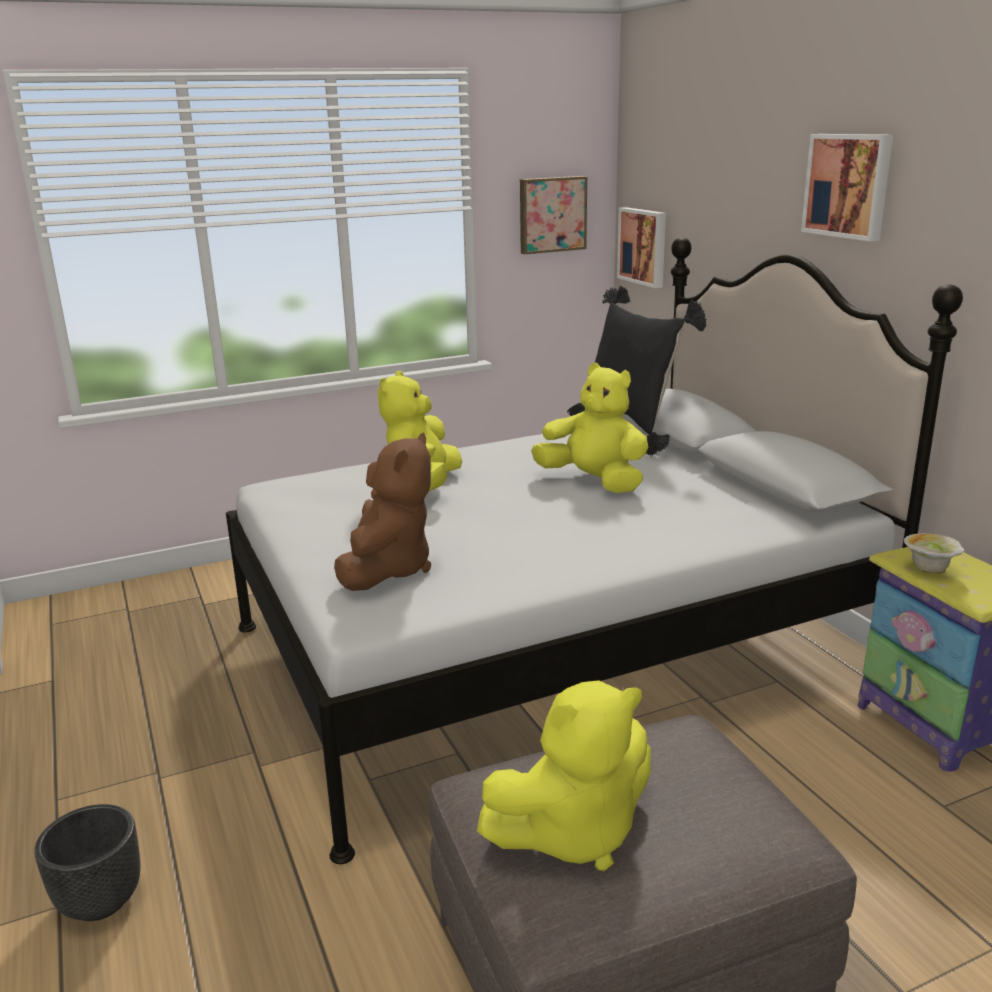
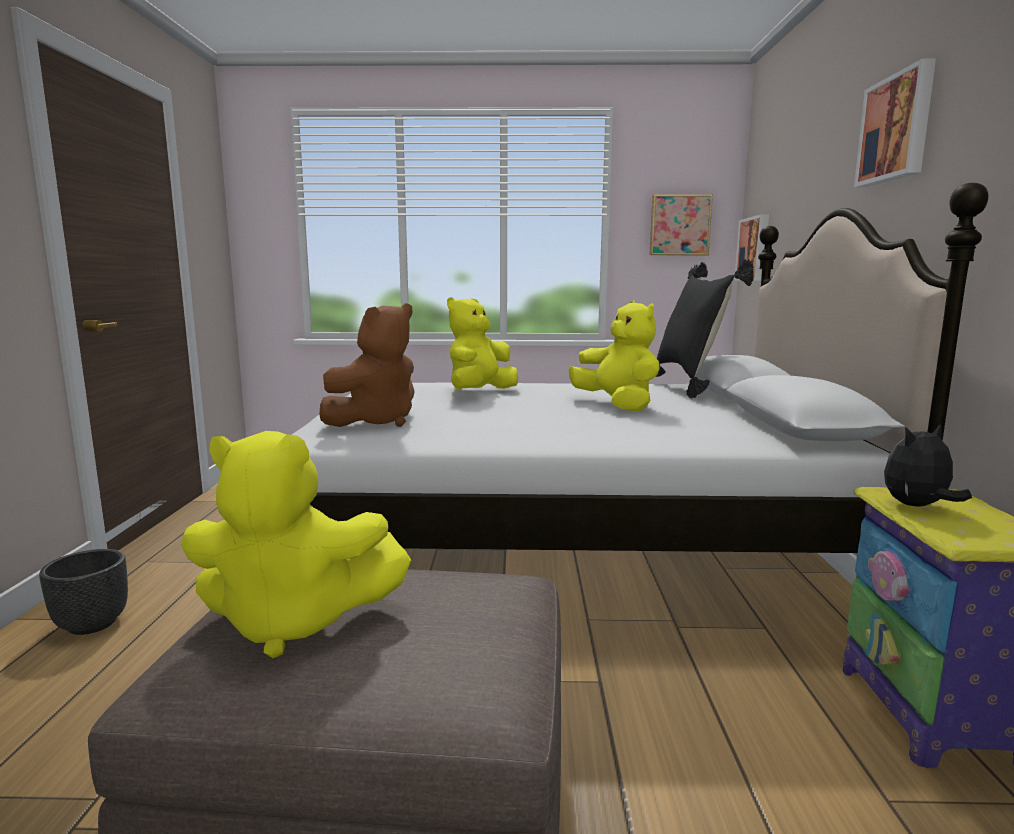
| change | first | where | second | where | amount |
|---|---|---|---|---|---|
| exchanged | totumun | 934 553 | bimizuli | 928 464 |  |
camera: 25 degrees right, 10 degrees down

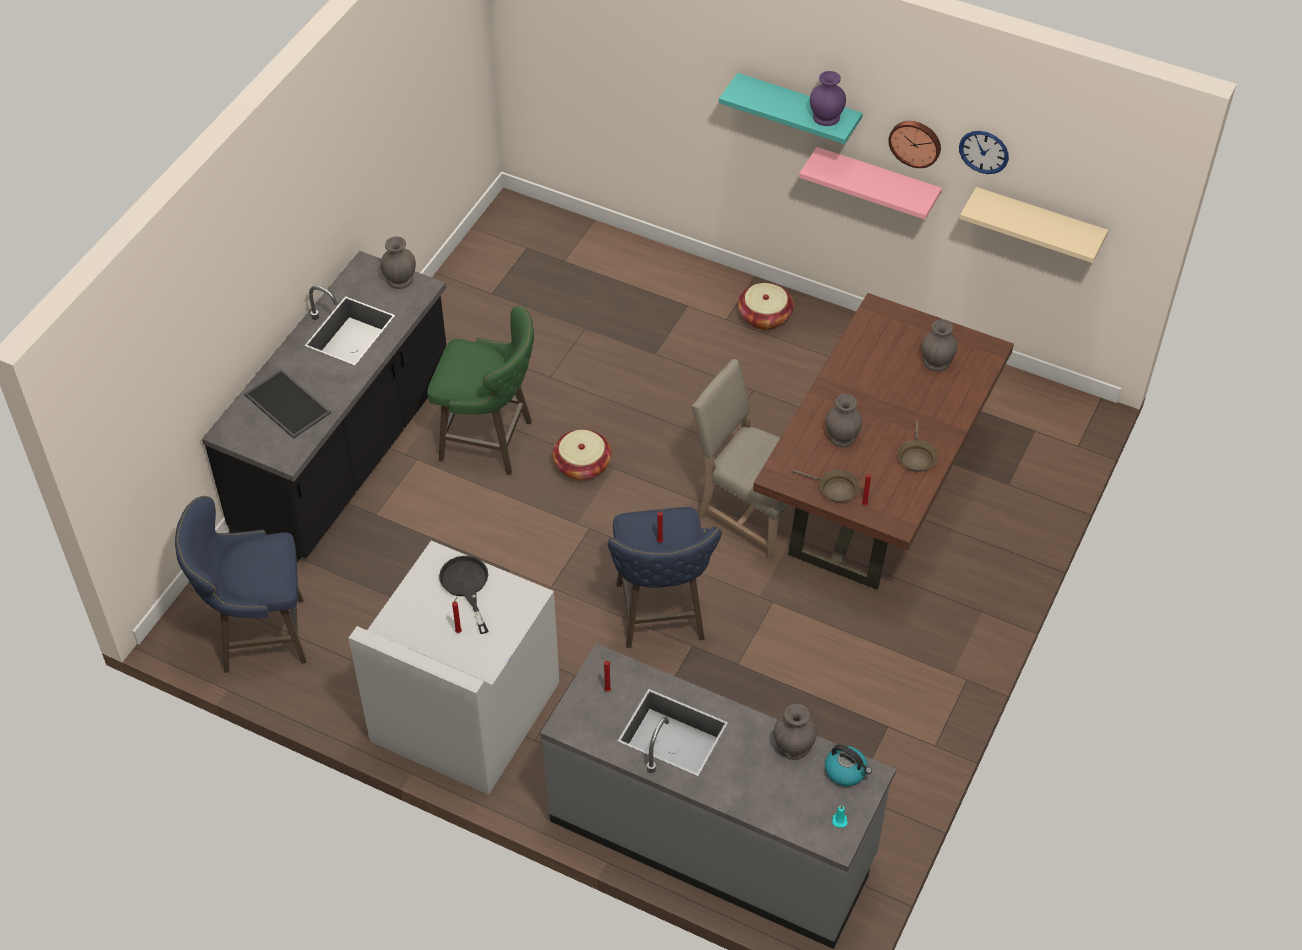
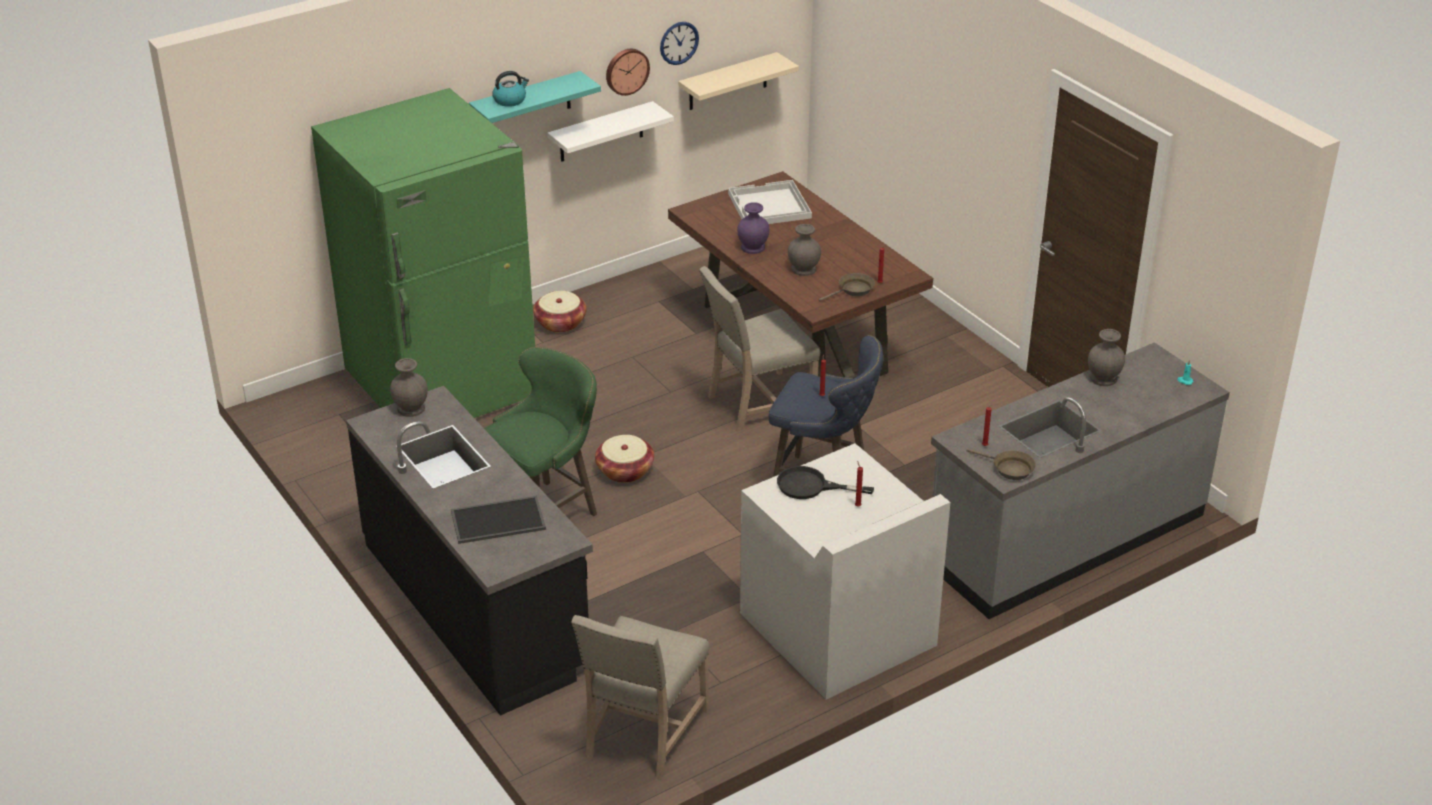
| change | first | where | second | where | amount |
|---|---|---|---|---|---|
| relocated | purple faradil | 828 98 |  | 753 228 |  |
| colour | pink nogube | 870 183 | white nogube | 610 131 |  |
| exchanged | grey faradil | 939 345 | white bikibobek | 770 202 |  |
| relocated | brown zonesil | 918 446 |  | 1001 464 |  |
| exchanged | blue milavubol | 240 584 | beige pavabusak | 640 697 |  |
| relocated | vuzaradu | 848 765 |  | 510 89 |  |
| appeared |  |  | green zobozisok | 423 253 |  |
camera: 60 degrees left, 15 degrees down

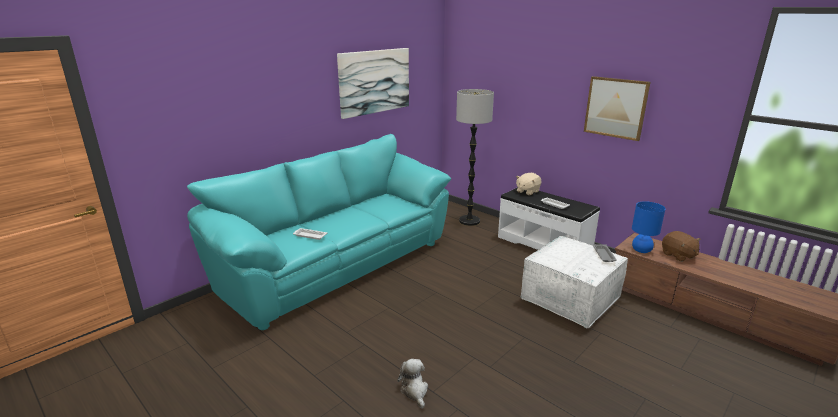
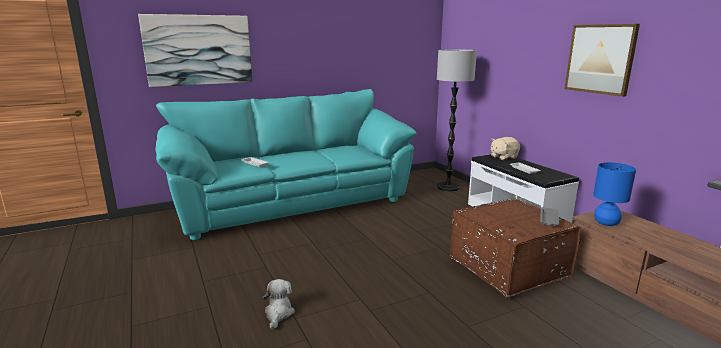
| change | first | where | second | where | amount |
|---|---|---|---|---|---|
| relocated | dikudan | 373 83 |  | 195 50 |  |
| missing | brown bimizuli | 681 246 |  |  |  |
| colour | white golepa | 574 282 | brown golepa | 515 248 |  |
camera: 20 degrees right, 5 degrees down

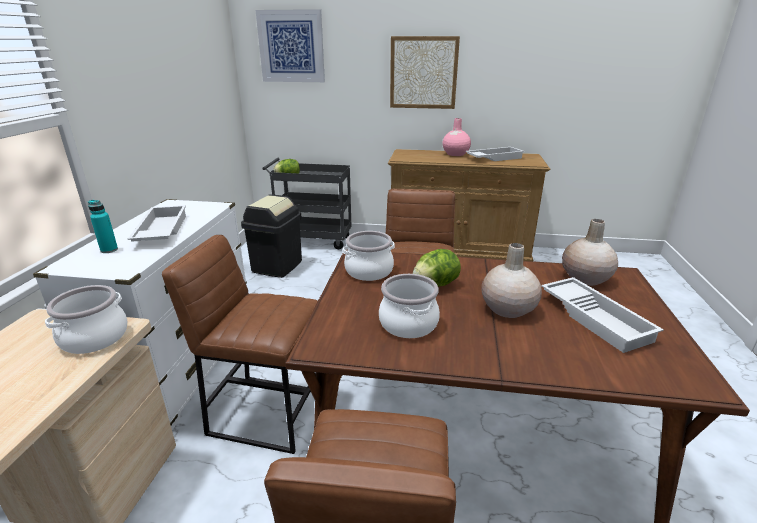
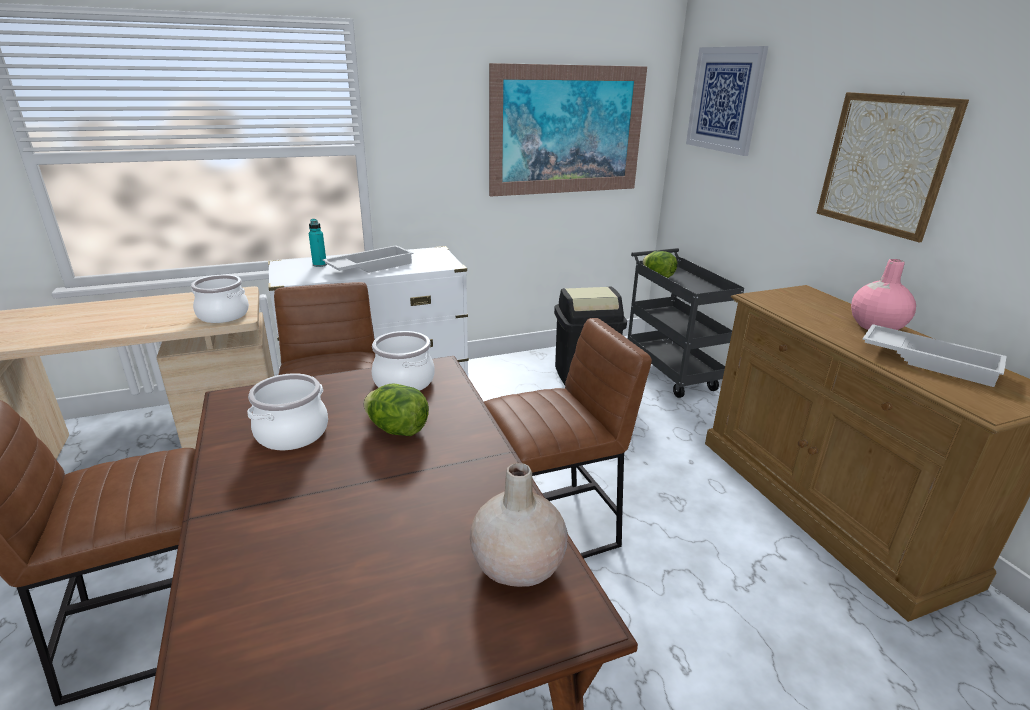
| change | first | where | second | where | amount |
|---|---|---|---|---|---|
| missing | beige faradil | 511 280 |  |  |  |
| missing | white bikibobek | 602 315 |  |  |  |
| appeared |  |  | dikudan | 568 130 |  |
camera: 60 degrees right, 0 degrees up

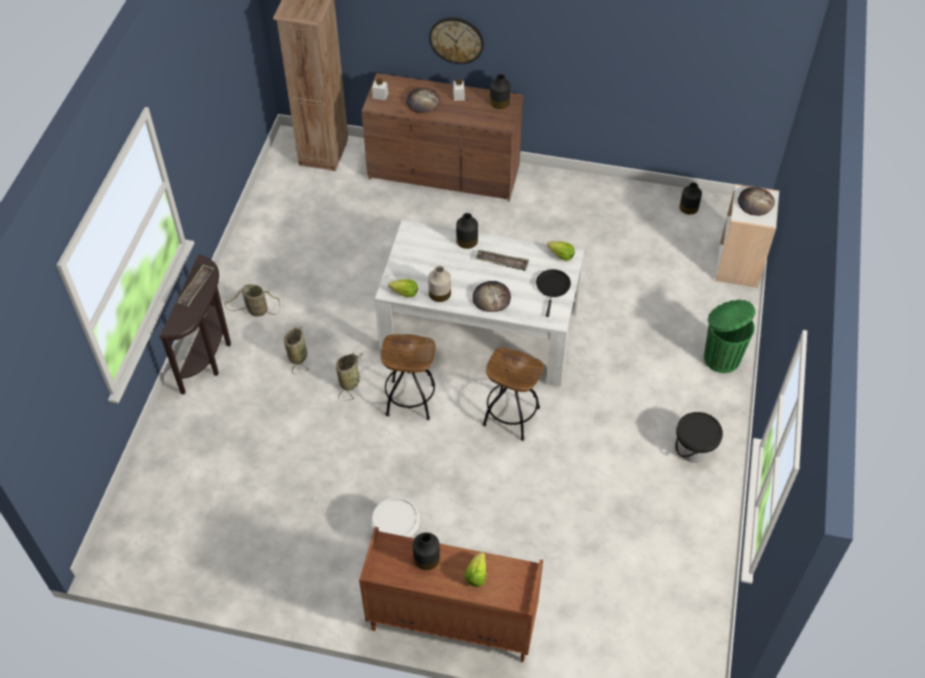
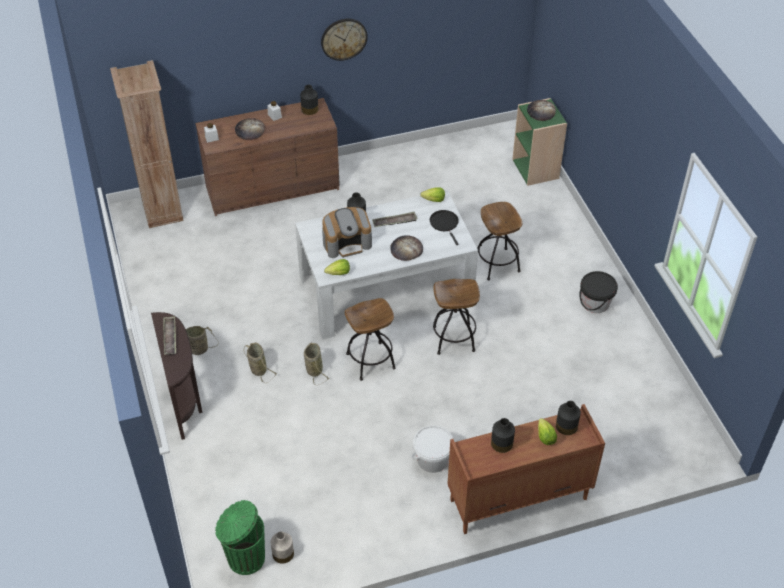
| change | first | where | second | where | amount |
|---|---|---|---|---|---|
| relocated | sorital | 456 40 |  | 344 40 |  |
| relocated | black faradil | 690 198 |  | 568 418 |  |
| colour | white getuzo | 747 236 | green getuzo | 539 142 |  |
| relocated | beige faradil | 439 284 |  | 282 547 |  |
| relocated | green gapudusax | 729 336 |  | 240 537 |  |
| appeared |  |  | brown milavubol | 499 241 |  |
| appeared |  |  | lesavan | 347 232 |  |
camera: 30 degrees left, 5 degrees down

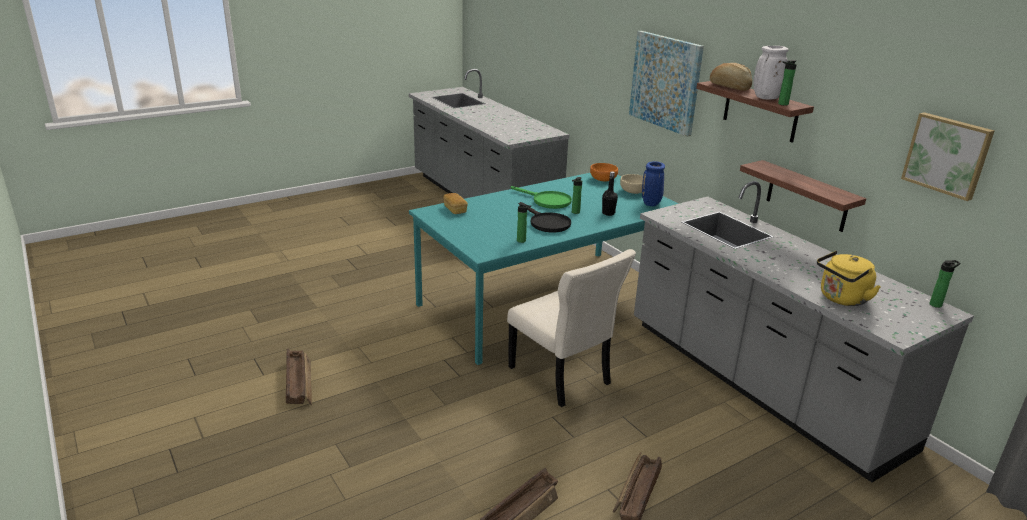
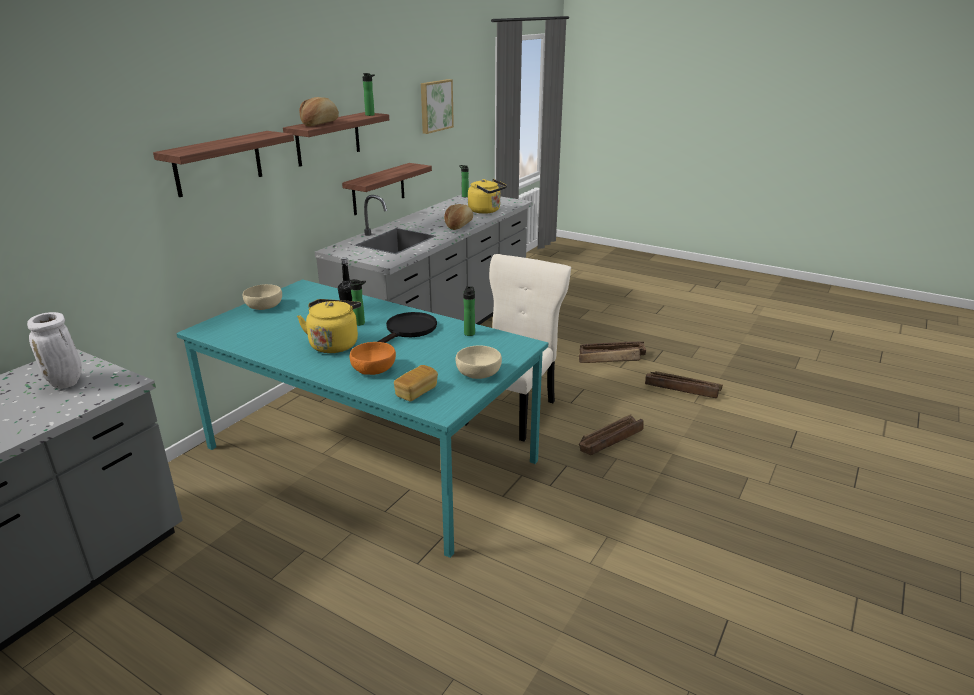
| change | first | where | second | where | amount |
|---|---|---|---|---|---|
| exchanged | dikudan | 666 84 | nogube | 223 164 |  |
| relocated | white faradil | 771 73 |  | 54 350 |  |
| missing | blue faradil | 653 183 |  |  |  |
| relocated | orange totumun | 604 172 |  | 373 358 |  |
| exchanged | green zonesil | 541 197 | yellow vuzaradu | 329 326 |  |
| relocated | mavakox | 299 376 |  | 611 434 |  |
| appeared |  |  | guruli | 458 217 |  |
| appeared |  |  | beige totumun | 479 362 |  |
camera: 115 degrees left, 0 degrees up

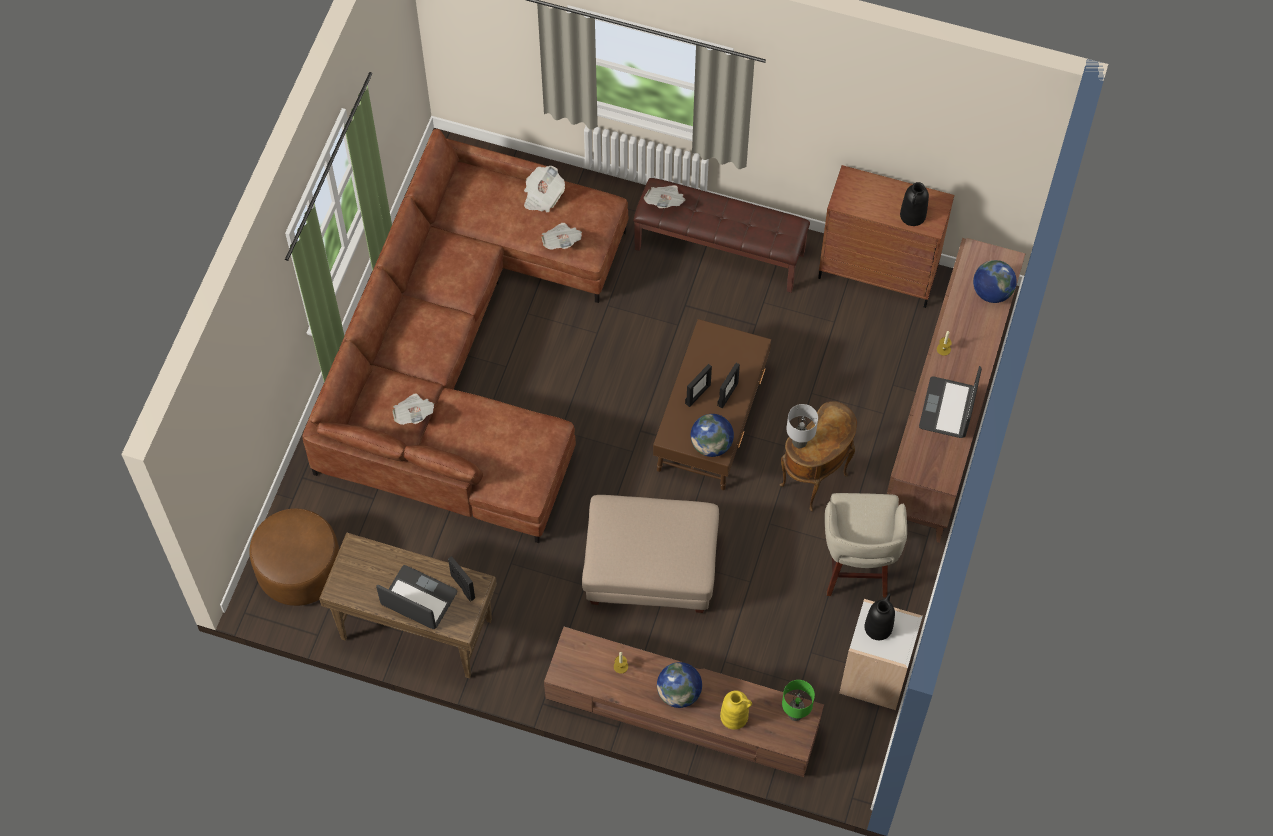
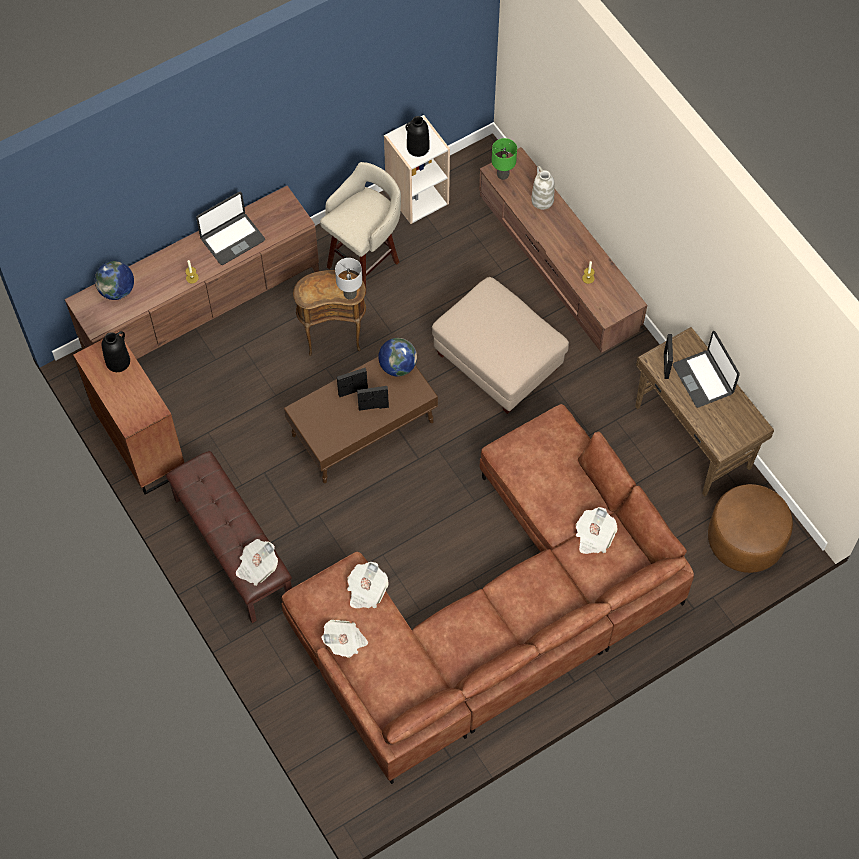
| change | first | where | second | where | amount |
|---|---|---|---|---|---|
| missing | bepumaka | 679 685 |  |  |  |
| colour | yellow faradil | 736 710 | white faradil | 543 187 |  |
camera: 140 degrees left, 0 degrees up

